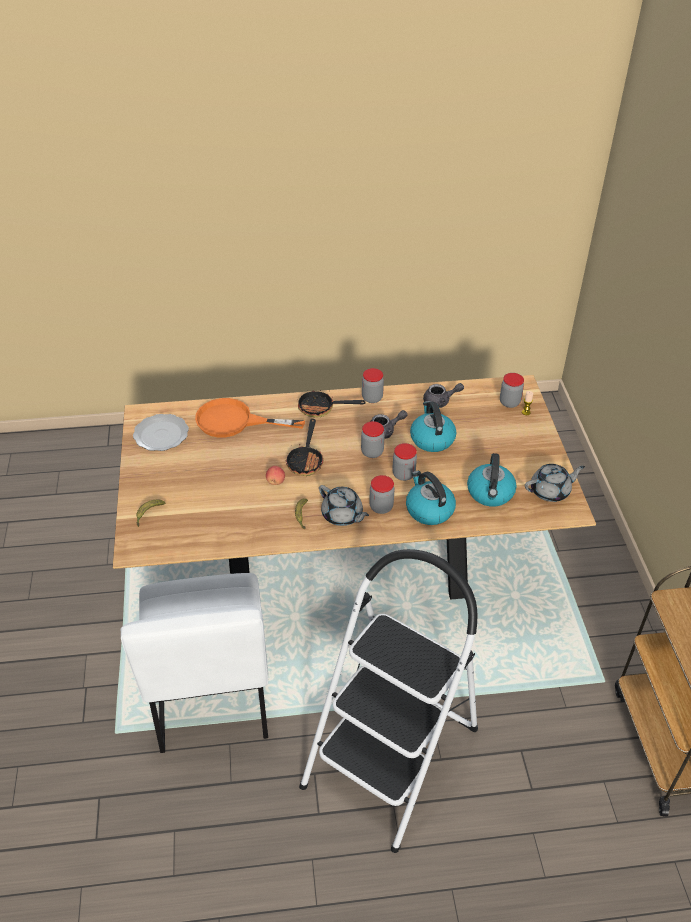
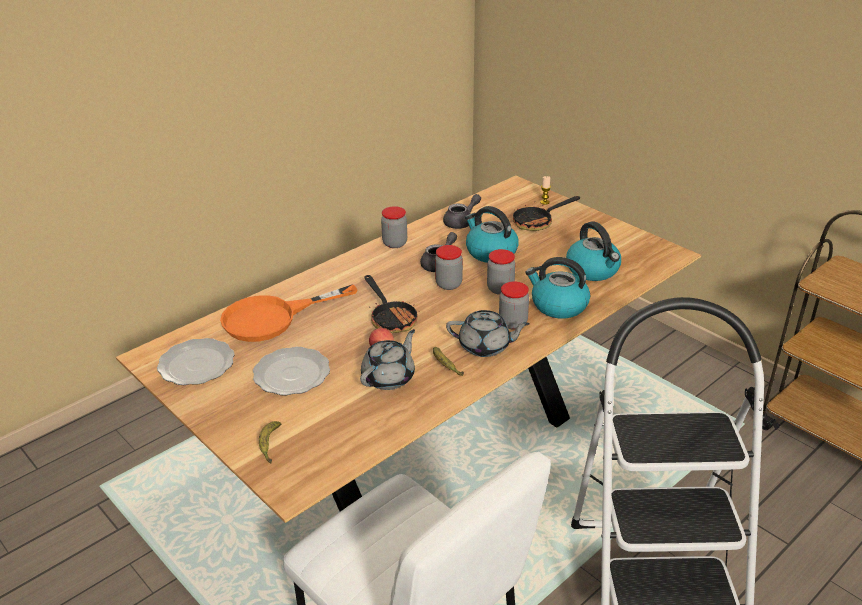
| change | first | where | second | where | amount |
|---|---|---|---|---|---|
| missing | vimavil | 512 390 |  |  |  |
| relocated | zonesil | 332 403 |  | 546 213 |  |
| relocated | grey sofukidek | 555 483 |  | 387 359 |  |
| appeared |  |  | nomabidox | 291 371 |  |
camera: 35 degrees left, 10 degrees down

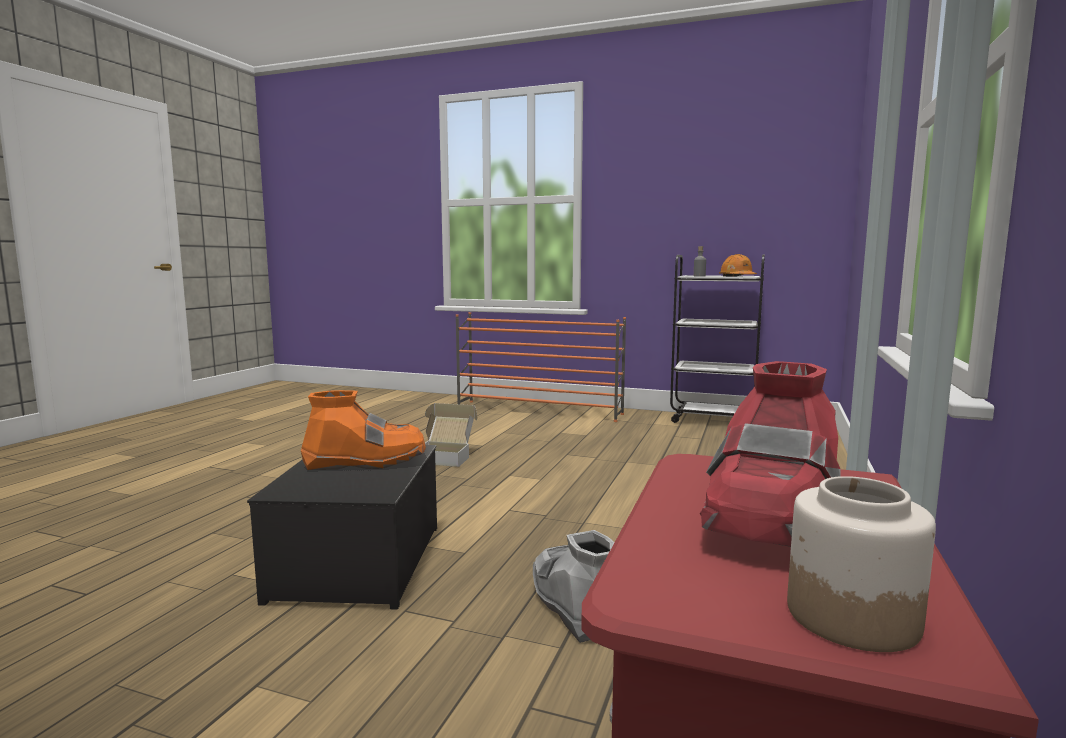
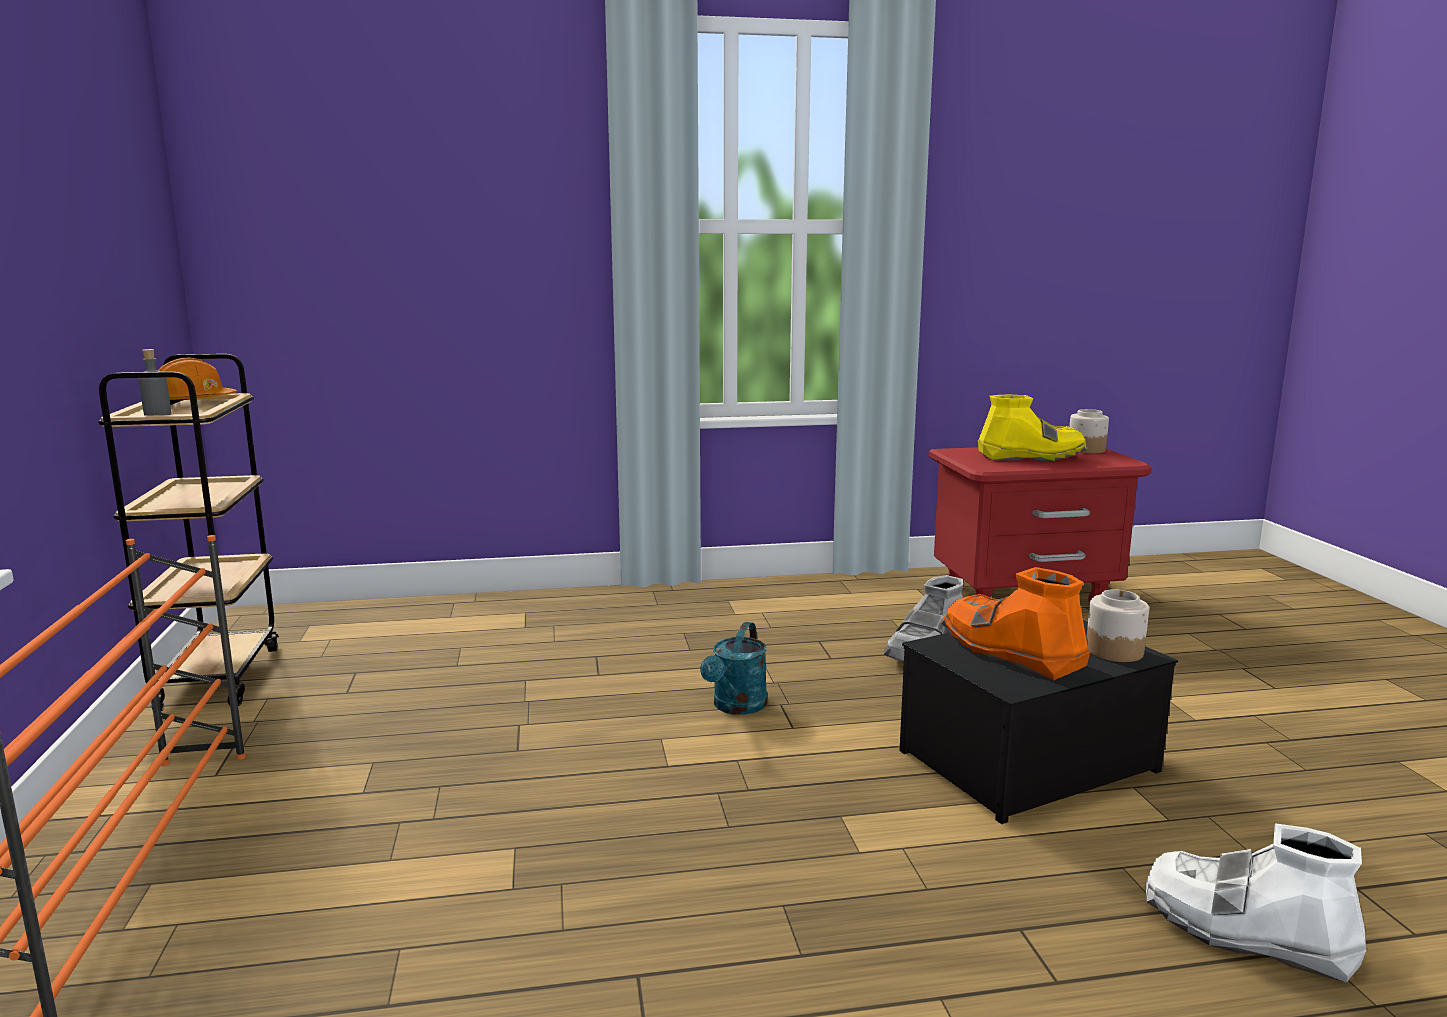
| change | first | where | second | where | amount |
|---|---|---|---|---|---|
| colour | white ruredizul | 717 338 | brown ruredizul | 188 532 |  |
| colour | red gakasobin | 770 454 | yellow gakasobin | 1032 428 |  |
| missing | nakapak | 451 435 |  |  |  |
| appeared |  |  | vimavil | 1117 625 |  |
| appeared |  |  | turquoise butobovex | 733 668 |  |
| appeared |  |  | white gakasobin | 1255 903 |  |
camera: 120 degrees left, 5 degrees up

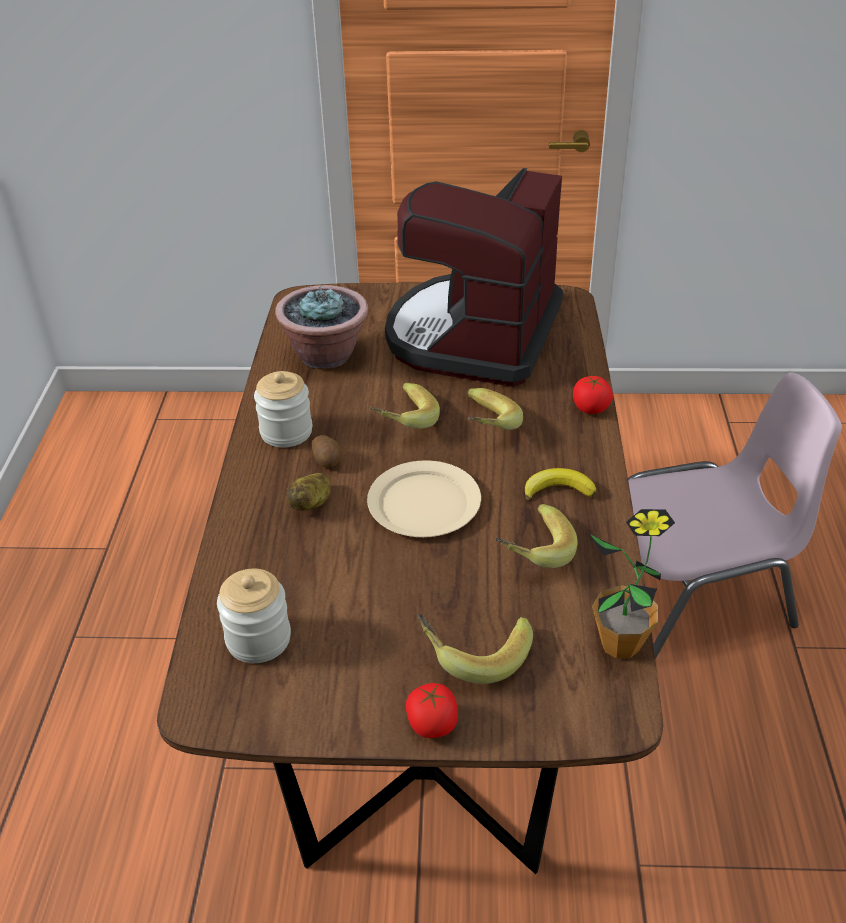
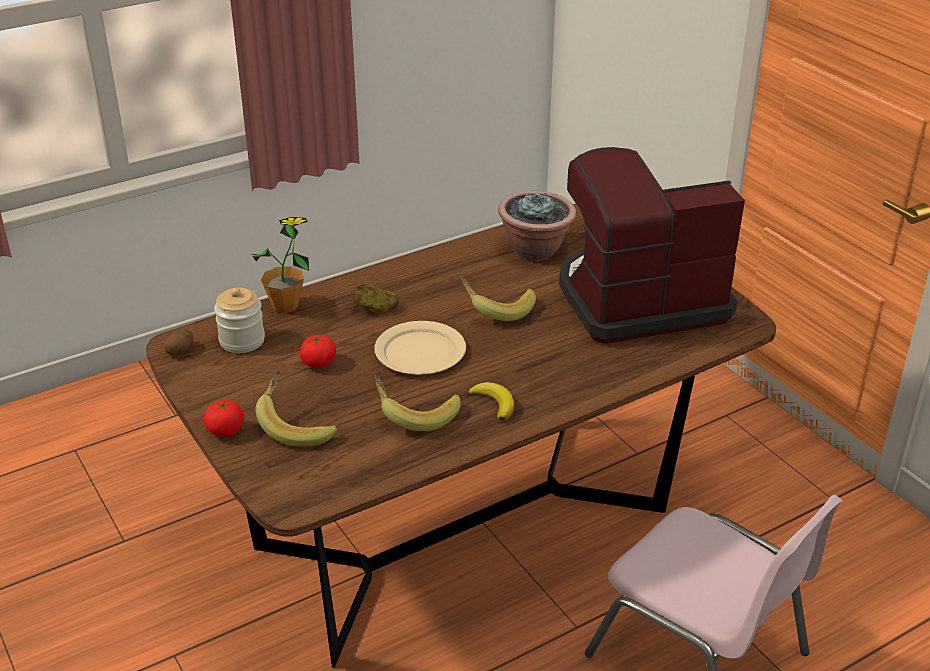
| change | first | where | second | where | amount |
|---|---|---|---|---|---|
| missing | vimavil | 283 409 |  |  |  |
| relocated | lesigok | 593 395 |  | 318 352 |  |
| missing | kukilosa | 495 409 |  |  |  |
| relocated | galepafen | 326 451 |  | 179 342 |  |
| relocated | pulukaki | 632 584 |  | 280 265 |  |
camera: 55 degrees right, 5 degrees down

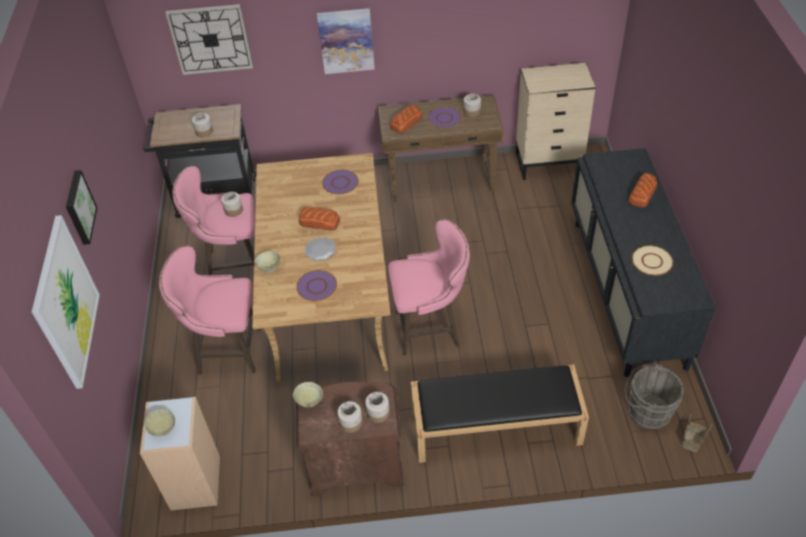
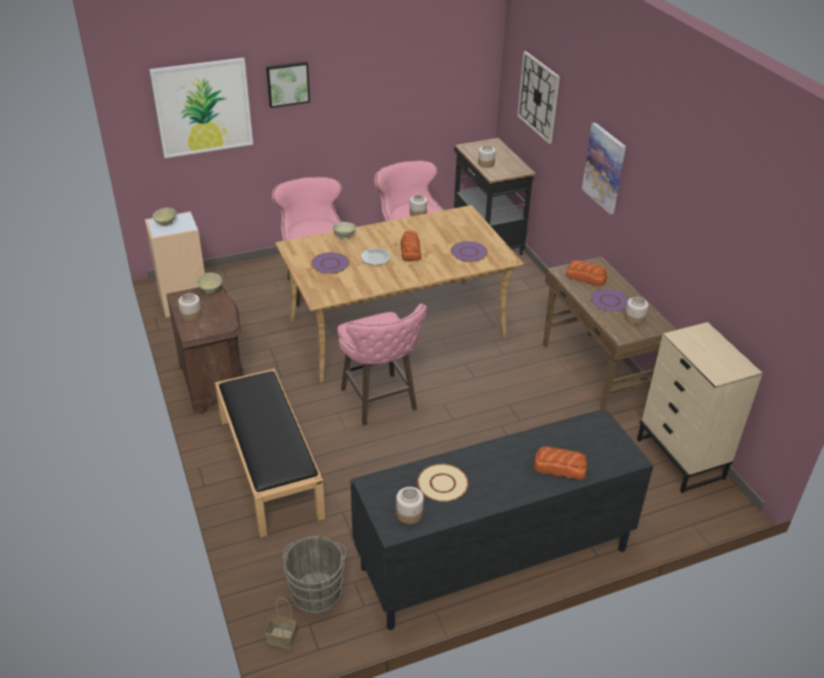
| change | first | where | second | where | amount |
|---|---|---|---|---|---|
| relocated | vimavil | 377 407 |  | 410 505 |  |
camera: 70 degrees right, 10 degrees down

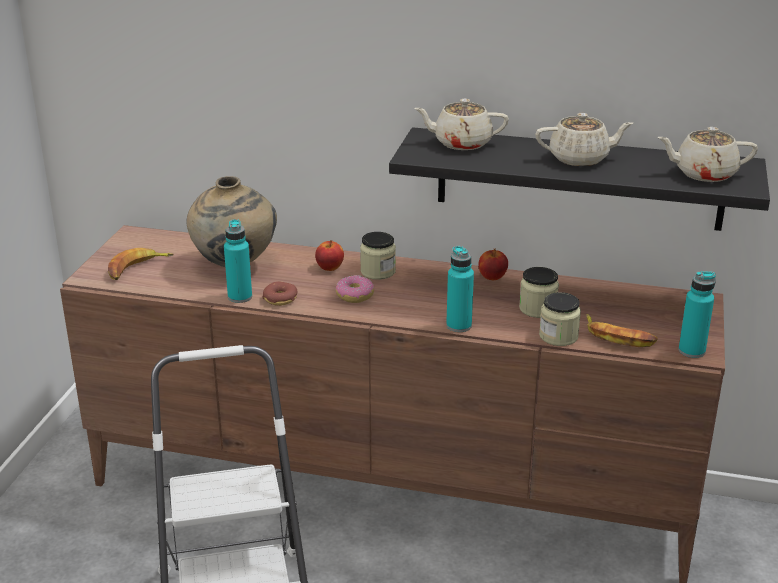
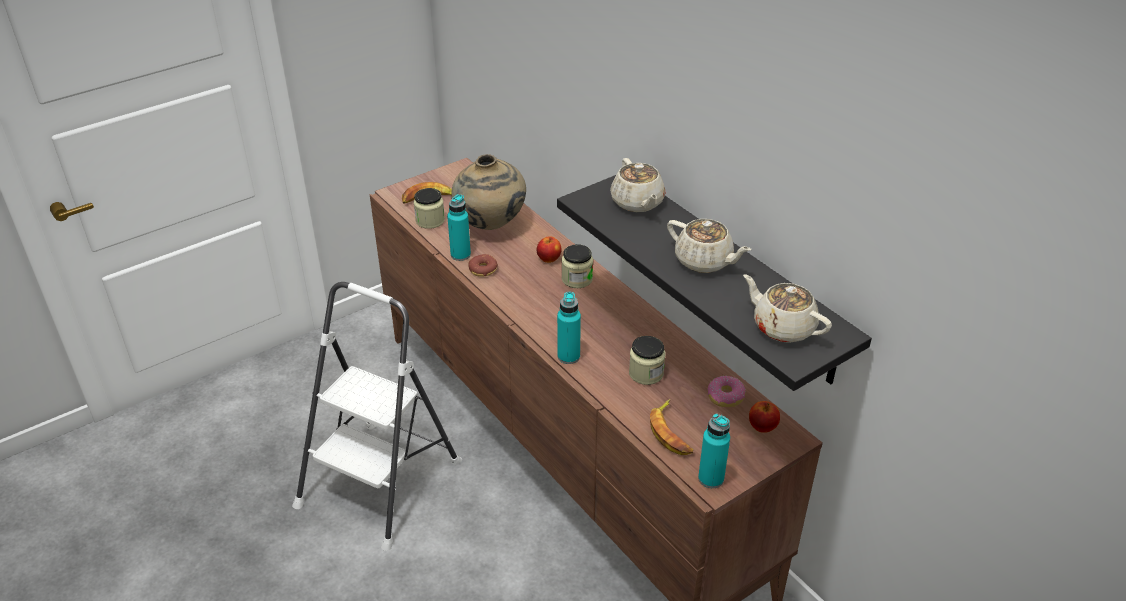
| change | first | where | second | where | amount |
|---|---|---|---|---|---|
| spun | beige sofukidek | 461 124 |  | 637 185 | 150 degrees counterclockwise |
| relocated | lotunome | 493 264 |  | 764 417 |  |
| relocated | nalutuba | 355 289 |  | 726 391 |  |
| relocated | vimavil | 560 319 |  | 429 208 |  |
camera: 40 degrees right, 10 degrees up

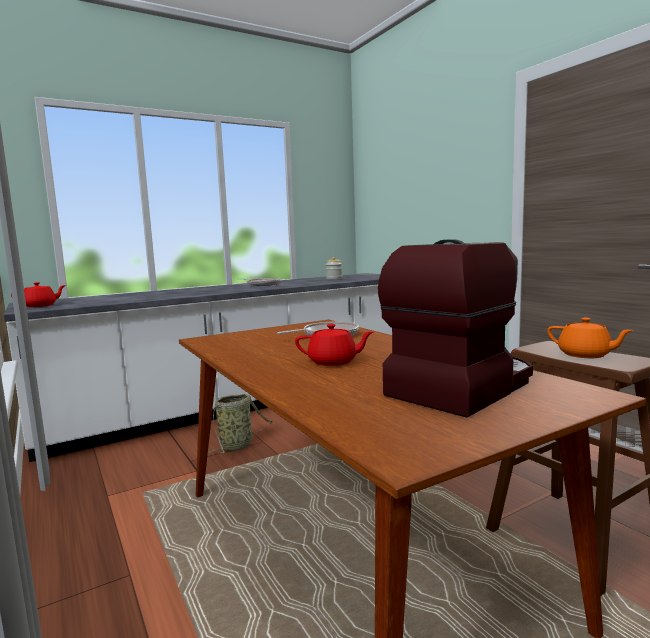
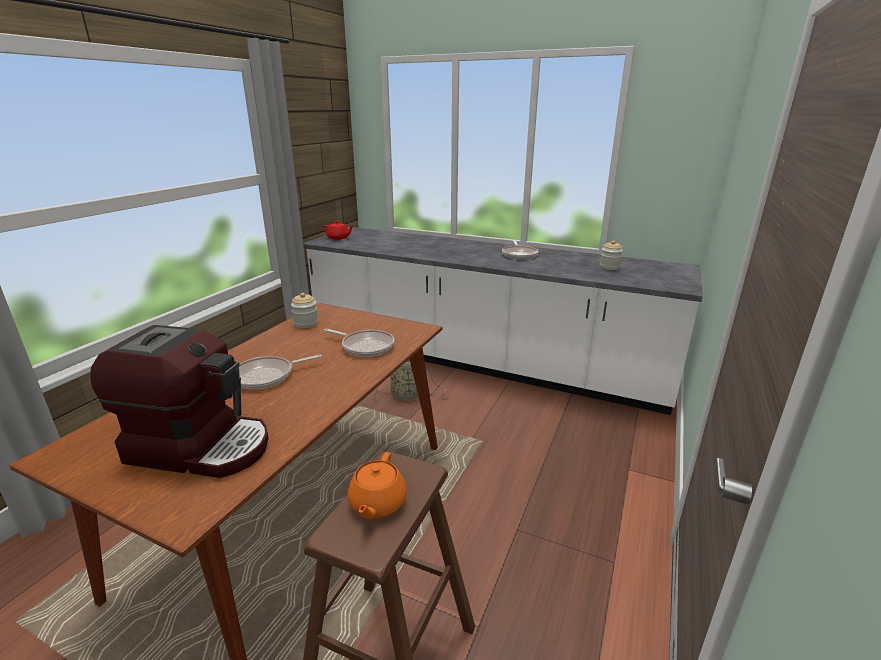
| change | first | where | second | where | amount |
|---|---|---|---|---|---|
| exchanged | red sofukidek | 334 345 | zonesil | 280 371 |  |
| appeared |  |  | vimavil | 304 310 |  |
camera: 55 degrees right, 15 degrees up

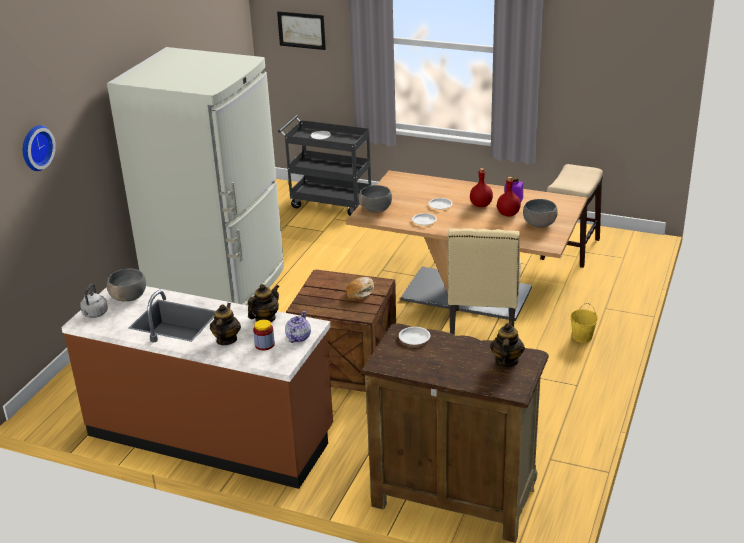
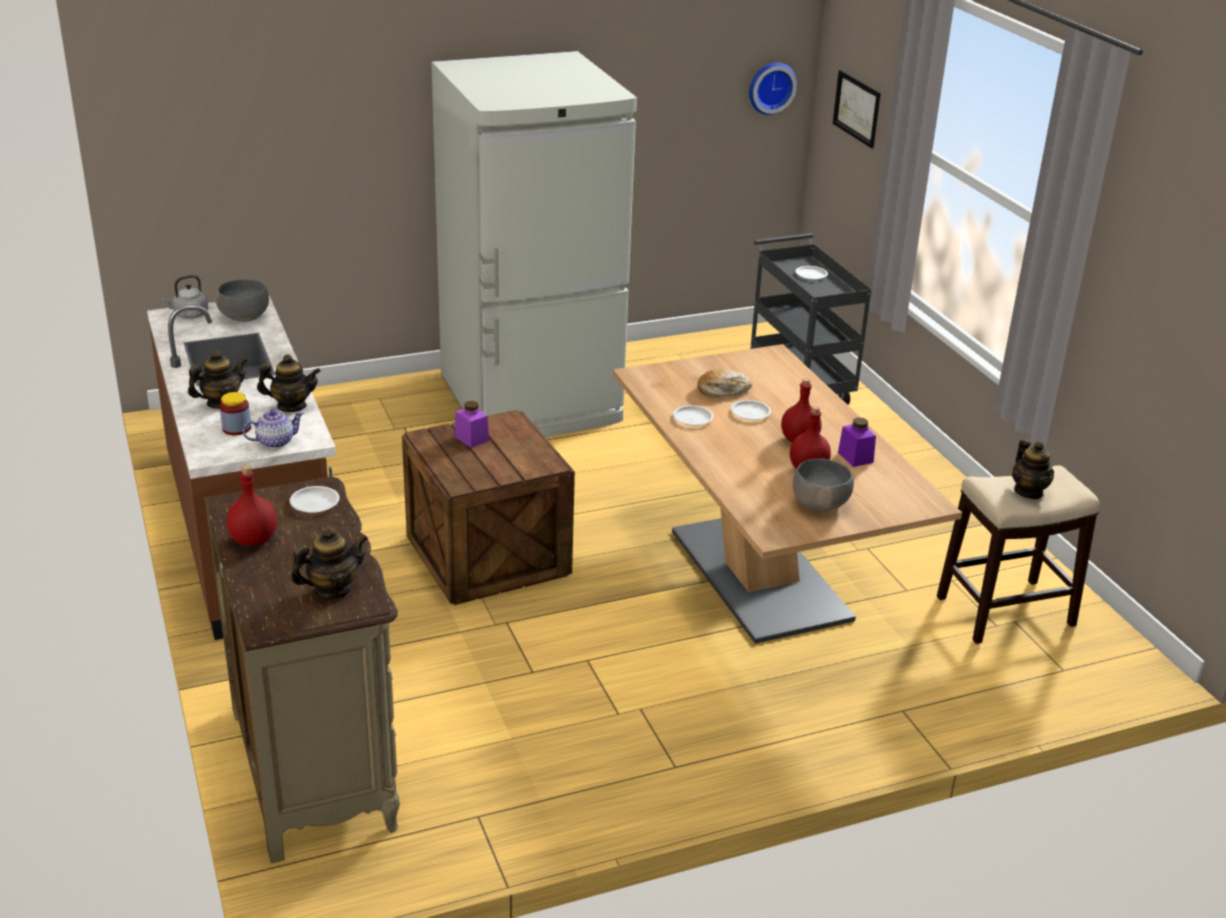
| change | first | where | second | where | amount |
|---|---|---|---|---|---|
| relocated | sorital | 39 148 |  | 773 89 |  |
| missing | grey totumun | 375 199 |  |  |  |
| missing | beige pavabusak | 484 281 |  |  |  |
| relocated | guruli | 360 289 |  | 725 383 |  |
| missing | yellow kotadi | 584 323 |  |  |  |
| appeared |  |  | purple vimavil | 472 424 |  |
| appeared |  |  | sofukidek | 1033 469 |  |
| appeared |  |  | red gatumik | 251 505 |  |
camera: 45 degrees right, 0 degrees up

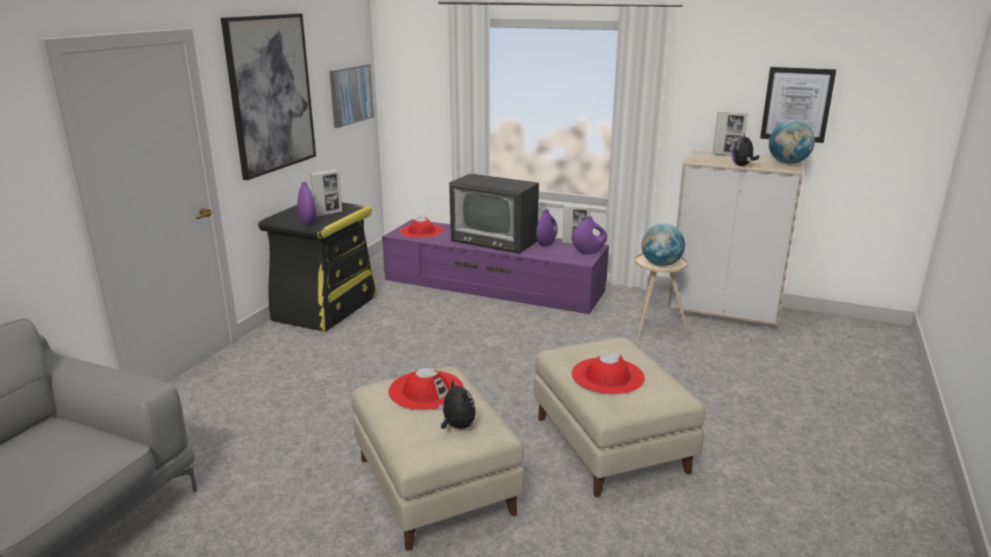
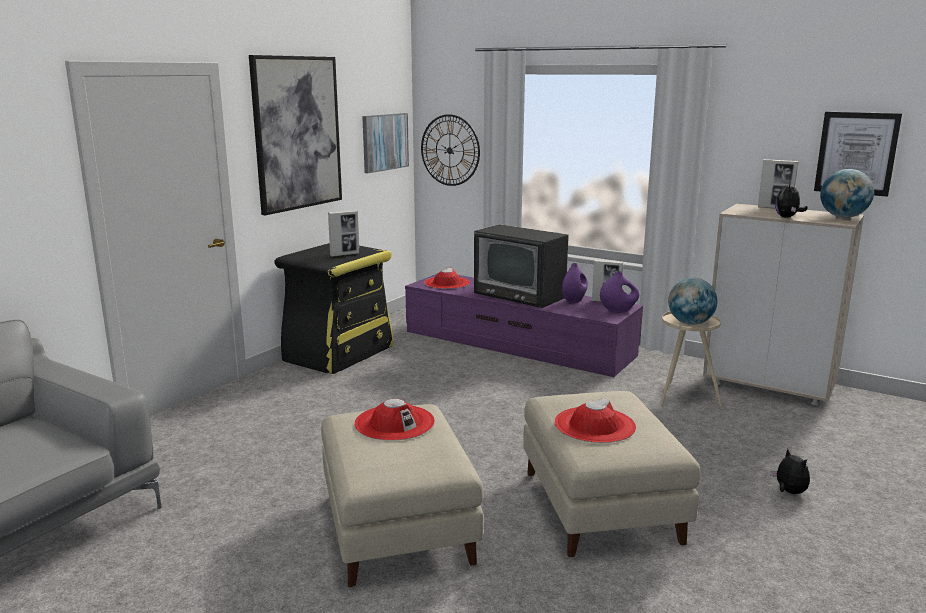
| change | first | where | second | where | amount |
|---|---|---|---|---|---|
| missing | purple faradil | 307 203 |  |  |  |
| relocated | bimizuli | 457 404 |  | 790 471 |  |
| appeared |  |  | sorital | 450 150 |  |
camera: 10 degrees right, 5 degrees down

